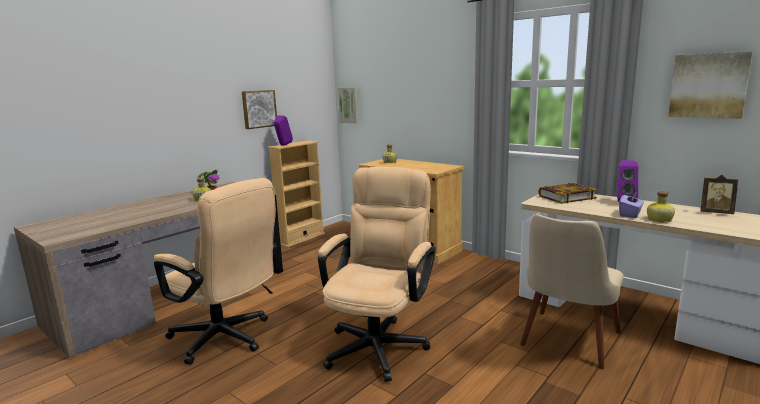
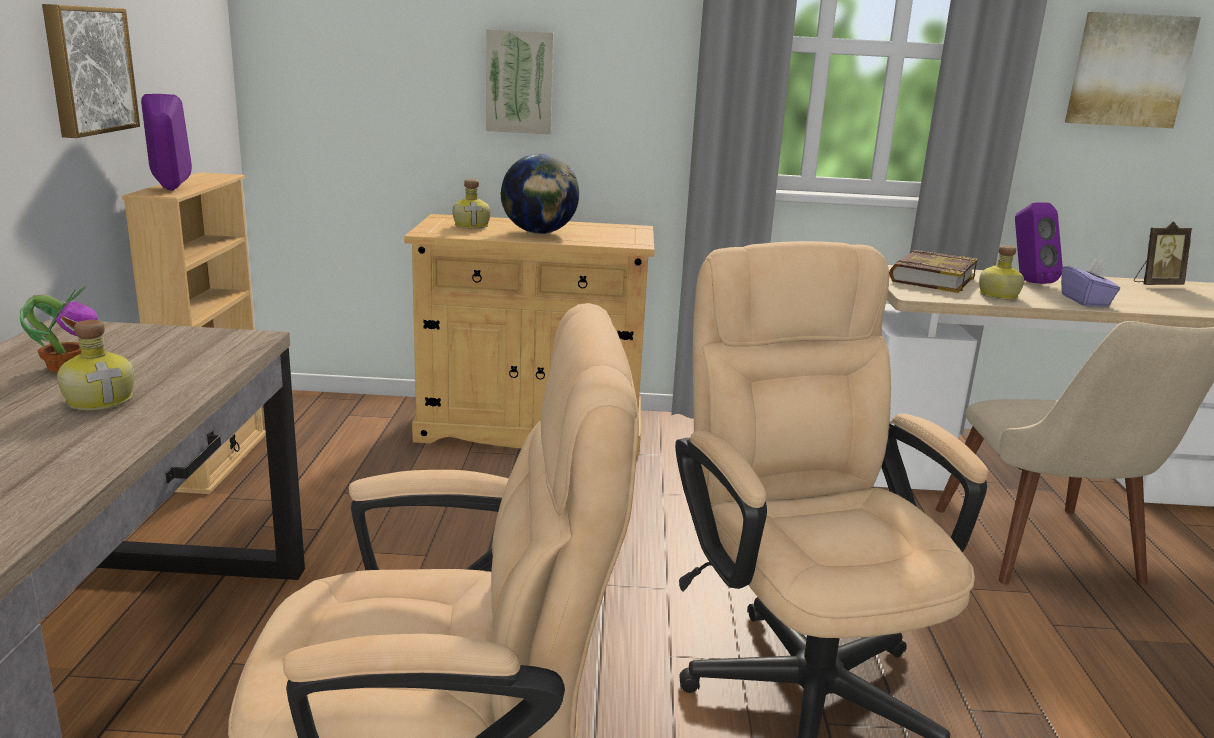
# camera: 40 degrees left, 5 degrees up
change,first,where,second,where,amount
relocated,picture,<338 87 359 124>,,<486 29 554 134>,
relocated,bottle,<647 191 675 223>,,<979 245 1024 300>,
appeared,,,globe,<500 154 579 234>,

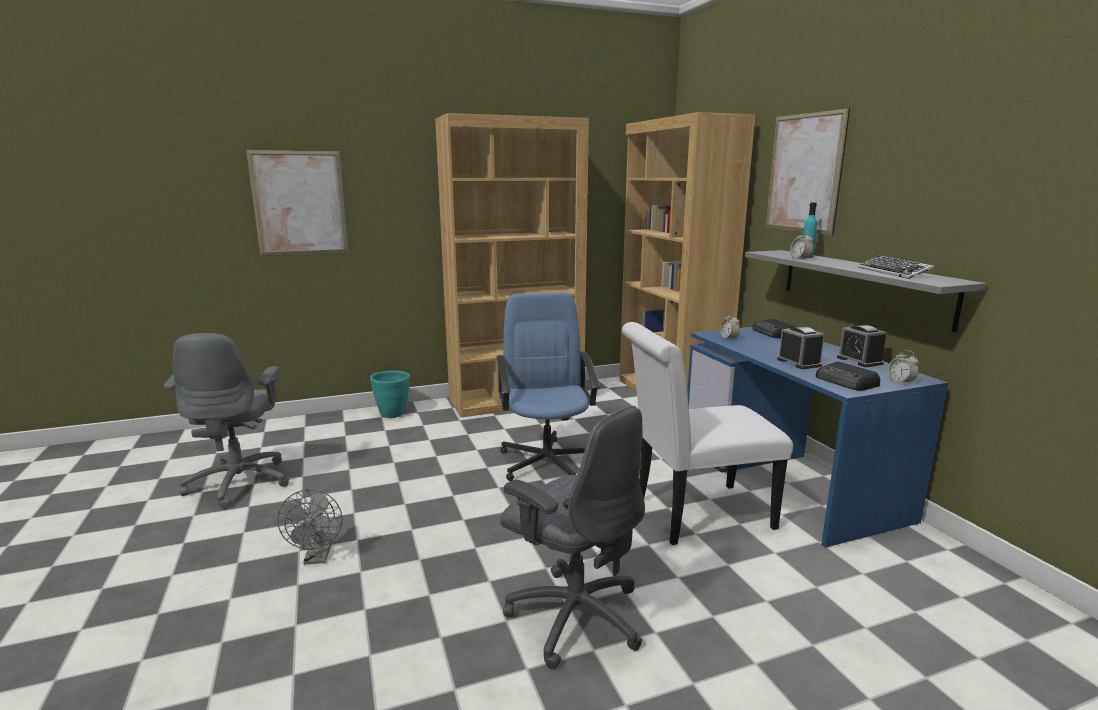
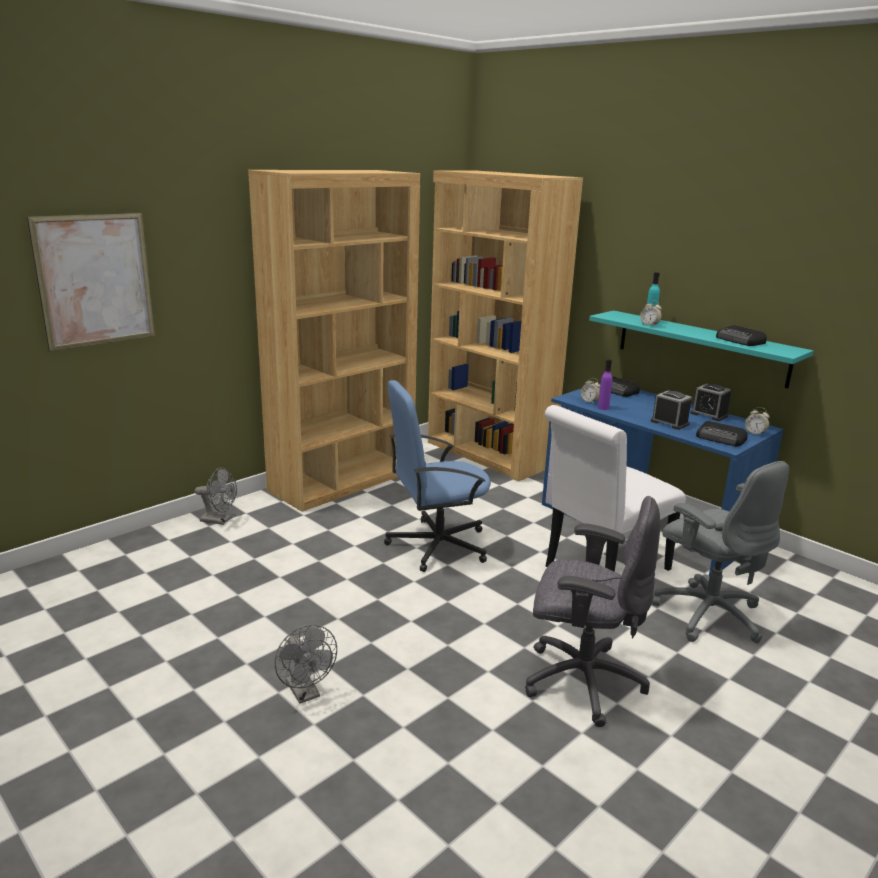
# camera: 25 degrees left, 5 degrees up
change,first,where,second,where,amount
missing,picture,<765 108 850 235>,,,
colour,shelf in grey,<745 250 987 332>,shelf in turquoise,<589 311 814 389>,
exchanged,keyboard,<857 255 934 279>,radio,<716 325 767 346>,
spun,office chair in blue,<496 292 600 481>,,<384 380 491 572>,75 degrees counterclockwise
relocated,office chair in grey,<164 333 289 509>,,<652 461 789 643>,
exchanged,planter in turquoise,<370 371 410 418>,fan in grey,<195 467 237 525>,
appeared,,,bottle in purple,<598 359 612 410>,

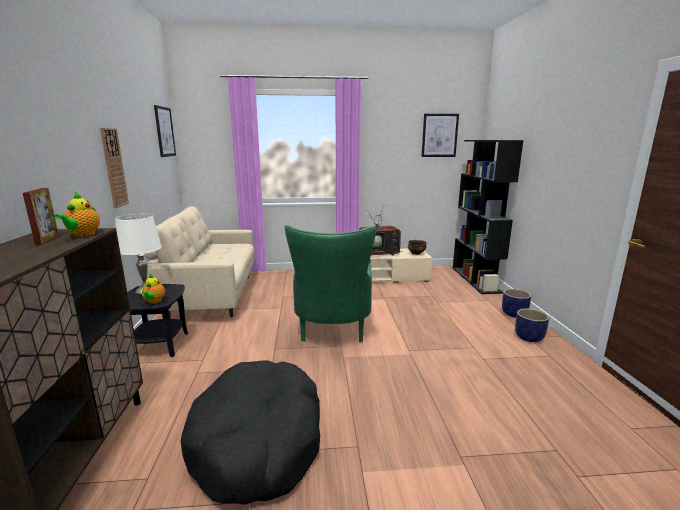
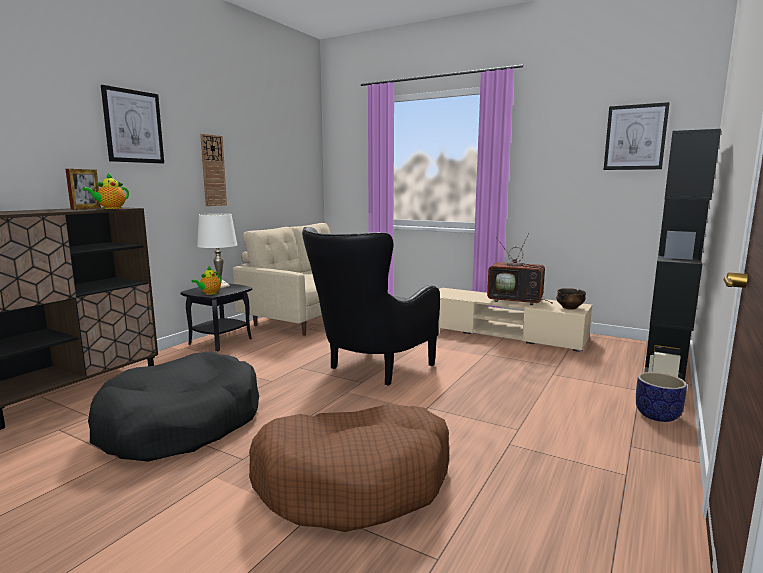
# camera: 35 degrees right, 5 degrees down
change,first,where,second,where,amount
relocated,picture,<154 105 176 157>,,<101 85 164 163>,
colour,armchair in green,<285 225 377 342>,armchair in black,<302 227 440 386>,
missing,planter,<515 309 549 342>,,,
appeared,,,dog bed in brown,<249 405 449 532>,

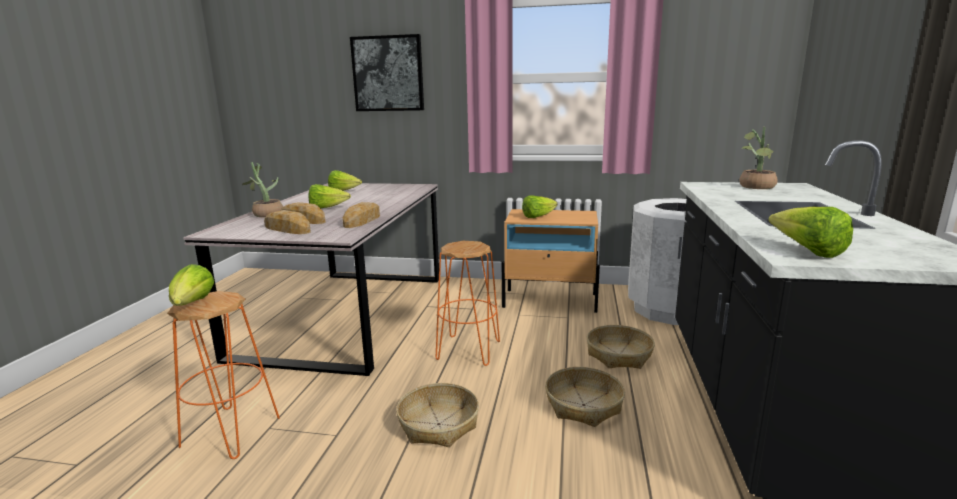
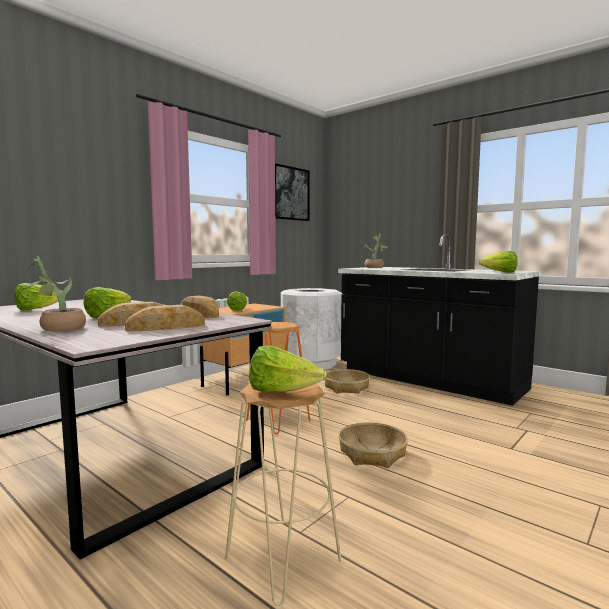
# camera: 60 degrees left, 10 degrees down
change,first,where,second,where,amount
relocated,picture,<350 34 424 111>,,<275 163 309 221>,
colour,stool in orange,<167 291 280 459>,stool in beige,<225 383 341 606>,
missing,basket,<545 367 625 427>,,,

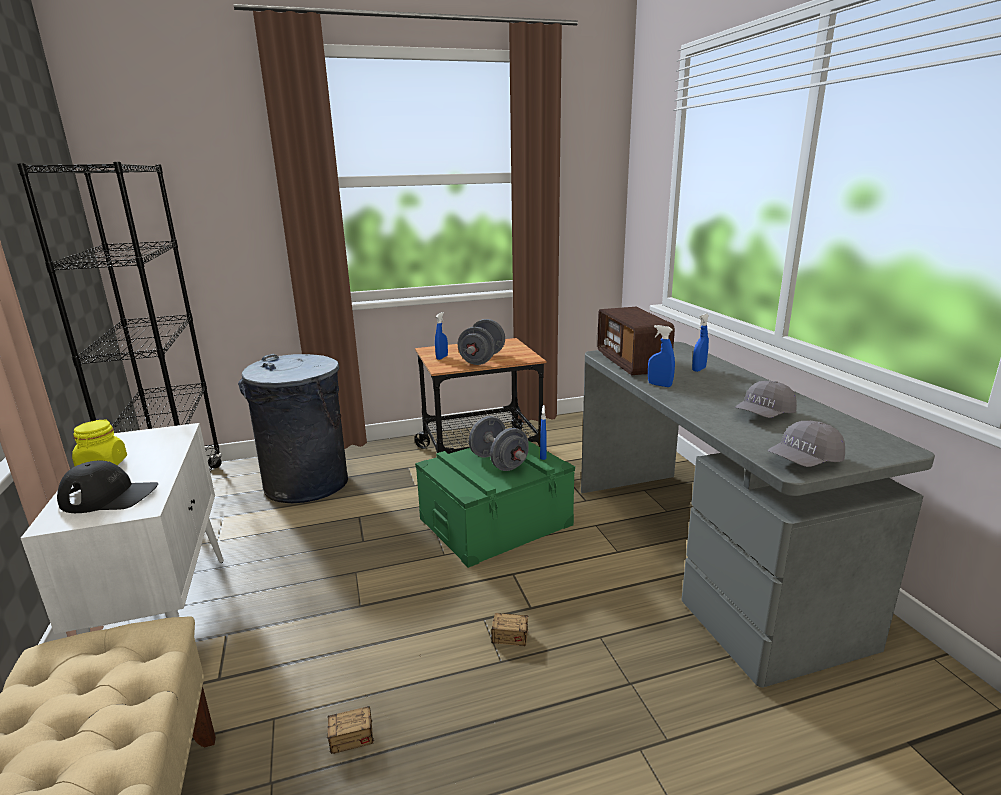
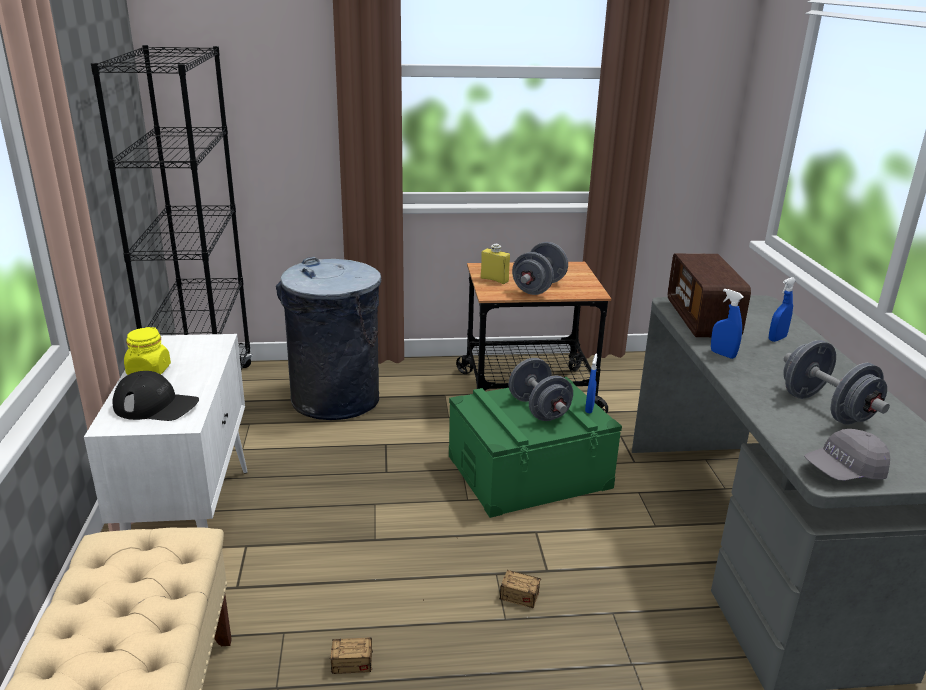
# camera: 10 degrees right, 5 degrees up
change,first,where,second,where,amount
exchanged,spray bottle in blue,<435 312 448 360>,bottle in yellow,<481 244 510 284>,
exchanged,cap in grey,<735 381 797 418>,dumbbell in grey,<783 340 890 425>,

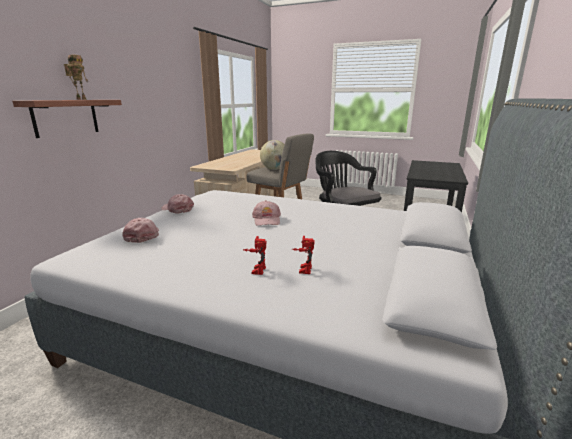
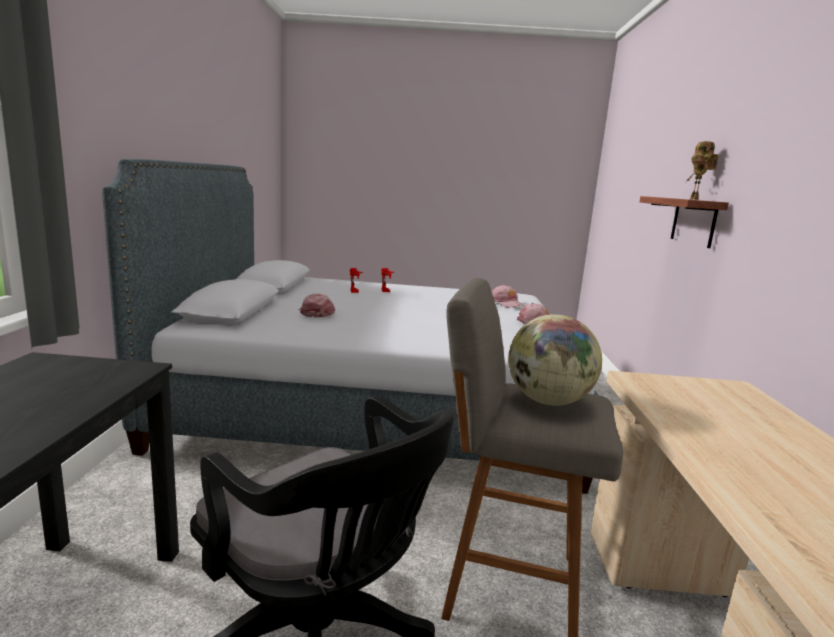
# camera: 160 degrees right, 5 degrees down
change,first,where,second,where,amount
relocated,cap in pink,<252 200 281 226>,,<299 293 335 317>,

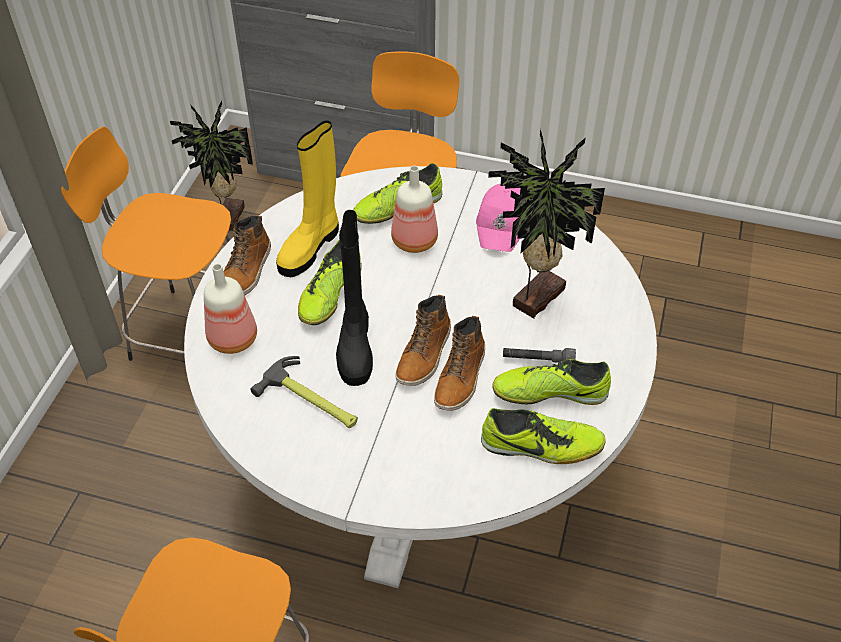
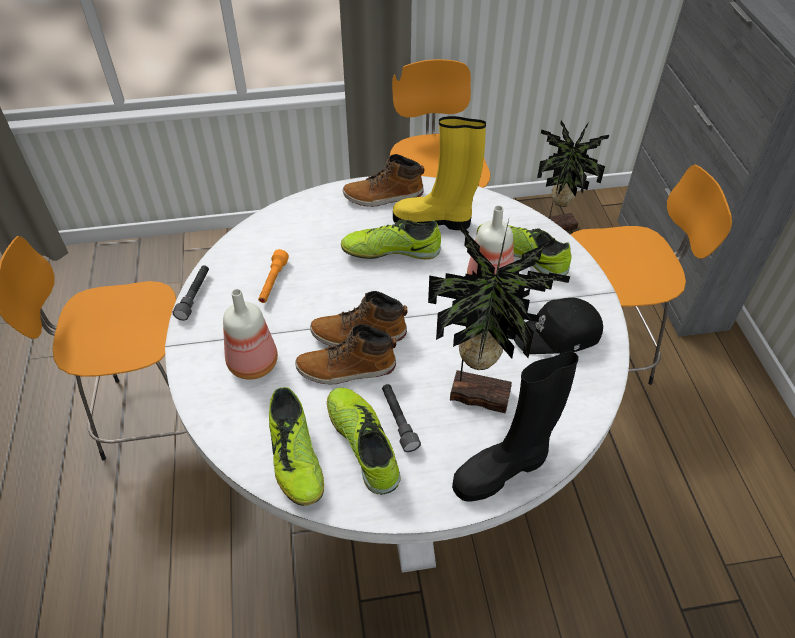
# camera: 65 degrees right, 0 degrees up
change,first,where,second,where,amount
colour,cap in pink,<476 184 520 252>,cap in black,<514 298 603 354>,
relocated,boot in black,<336 210 373 386>,,<452 352 579 501>,
relocated,bottle,<204 264 257 354>,,<223 289 278 380>,
exchanged,hammer,<251 356 358 428>,flashlight in orange,<258 249 289 303>,
appeared,,,flashlight in grey,<172 265 209 321>,

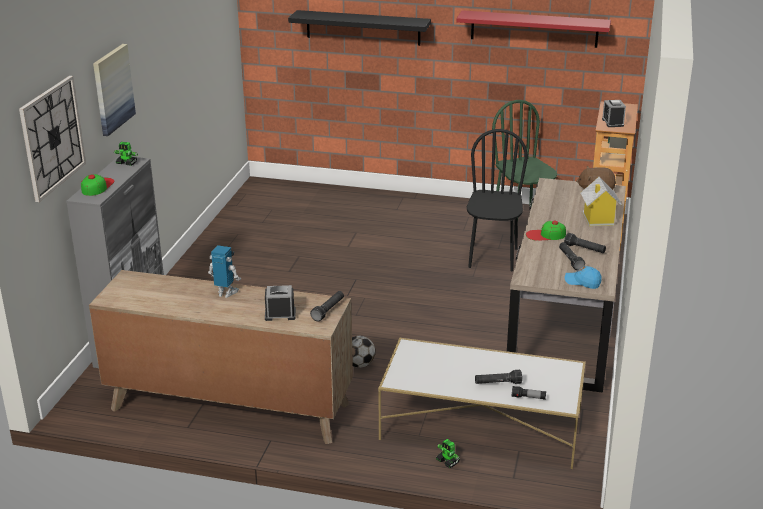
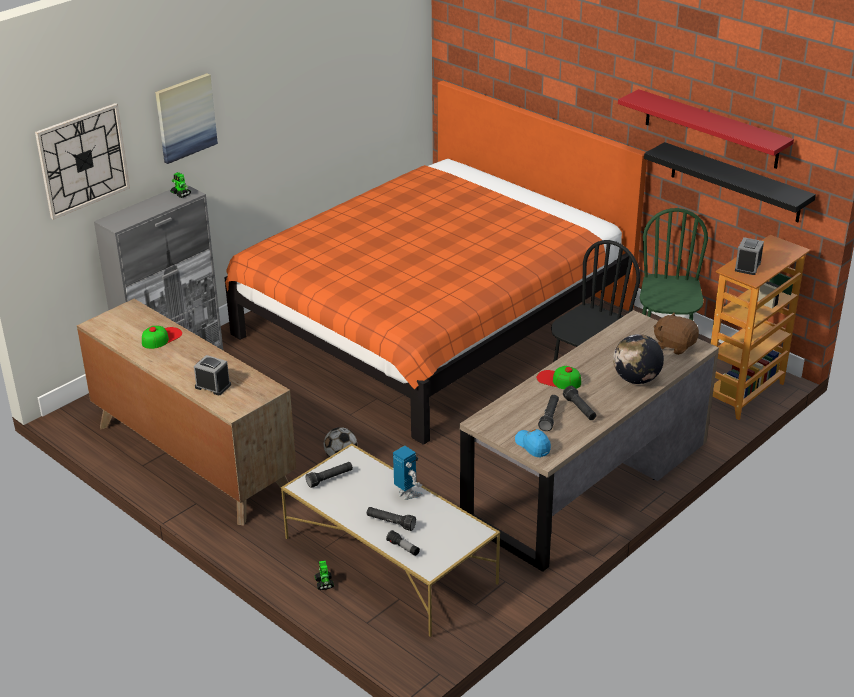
# camera: 30 degrees right, 5 degrees up
change,first,where,second,where,amount
relocated,shelf in black,<288 10 431 46>,,<644 142 816 223>,
relocated,cap,<81 174 114 196>,,<142 326 182 349>,
exchanged,toy house,<581 177 622 226>,globe,<613 334 664 384>,
relocated,toy robot,<208 245 241 298>,,<393 446 422 500>,
relocated,flashlight in black,<310 291 344 322>,,<306 462 353 488>,
appeared,,,bed in orange,<225 81 647 445>,

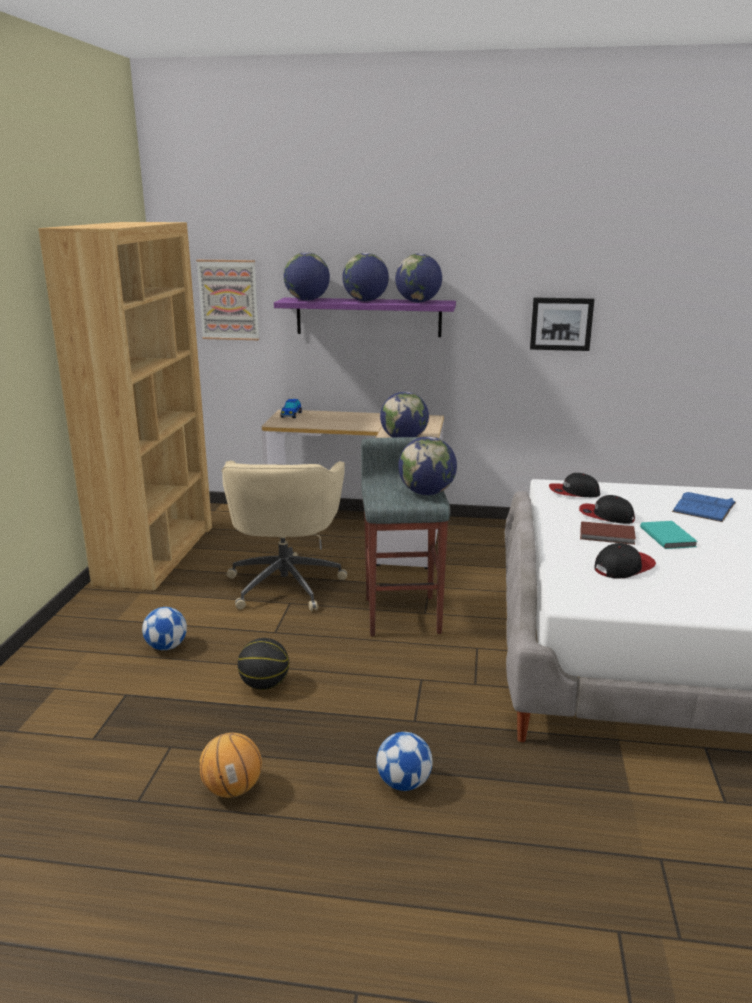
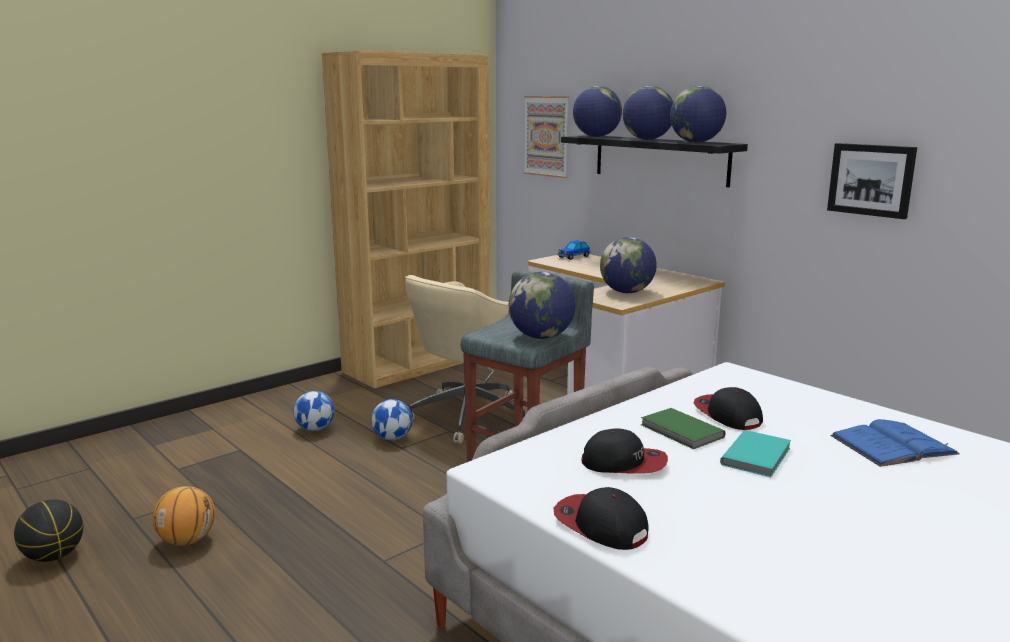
# camera: 40 degrees right, 5 degrees down
change,first,where,second,where,amount
colour,shelf in purple,<274 298 456 337>,shelf in black,<561 135 748 187>,
relocated,cap,<549 473 600 497>,,<553 487 649 550>,
colour,book in brown,<580 521 636 545>,book in green,<641 408 726 449>,
relocated,basketball,<238 638 289 690>,,<14 499 83 562>,
relocated,football,<376 732 433 791>,,<371 399 413 441>,

